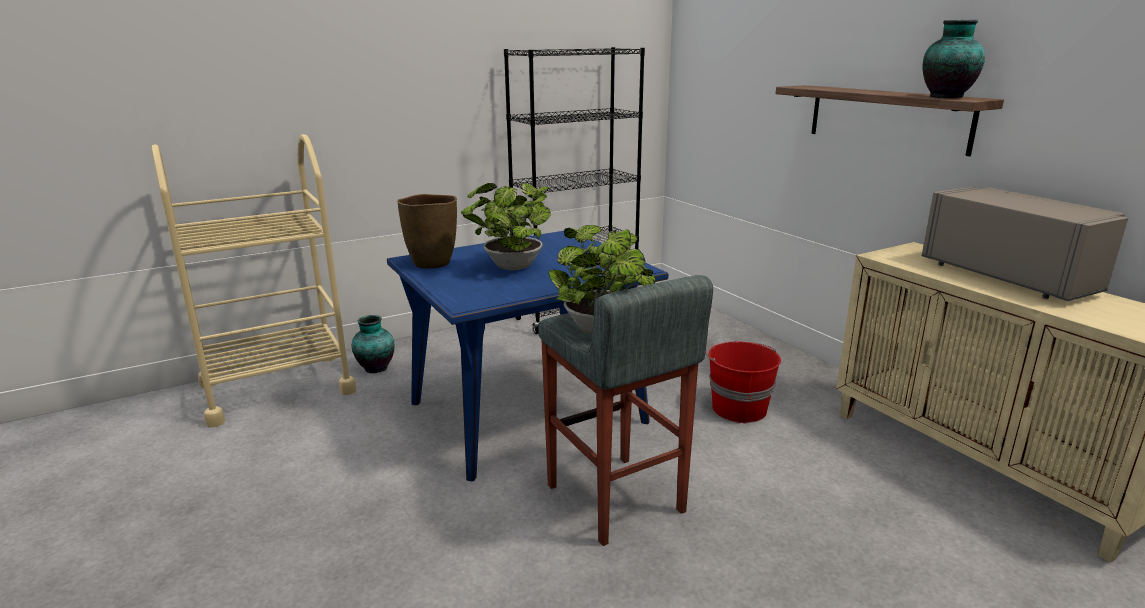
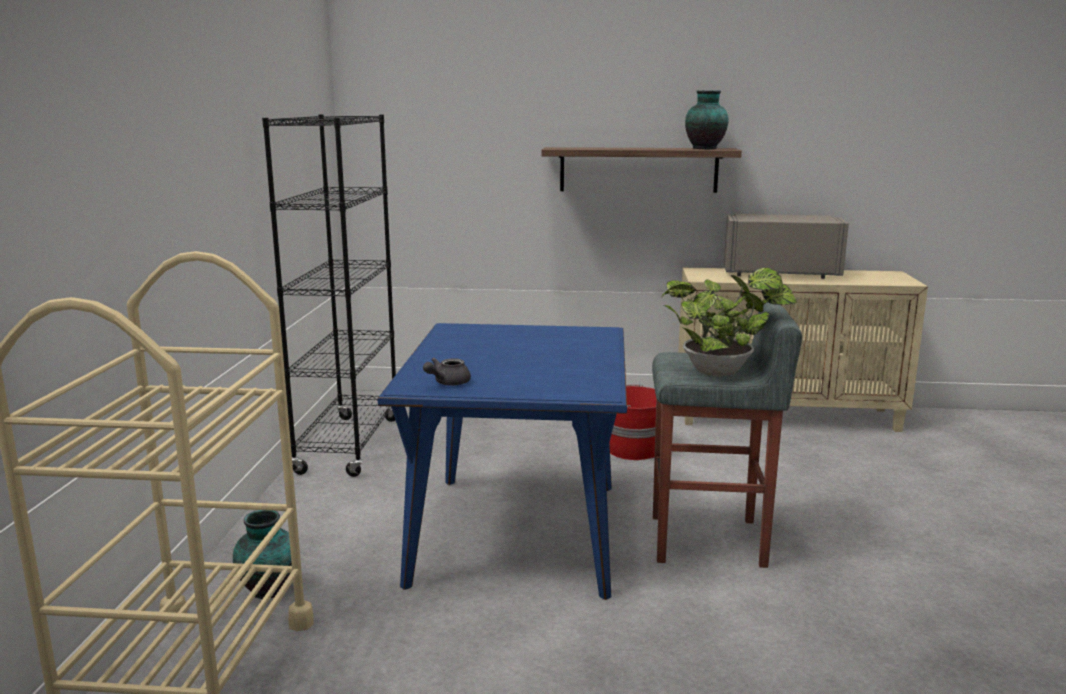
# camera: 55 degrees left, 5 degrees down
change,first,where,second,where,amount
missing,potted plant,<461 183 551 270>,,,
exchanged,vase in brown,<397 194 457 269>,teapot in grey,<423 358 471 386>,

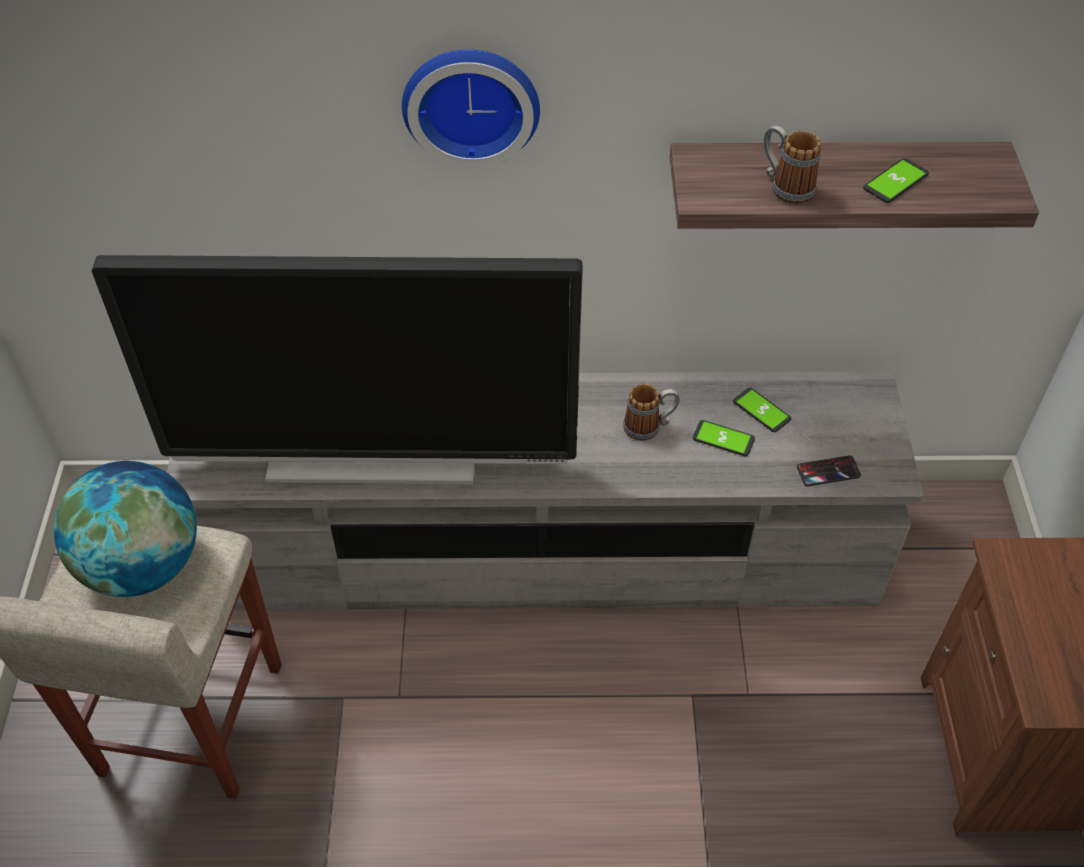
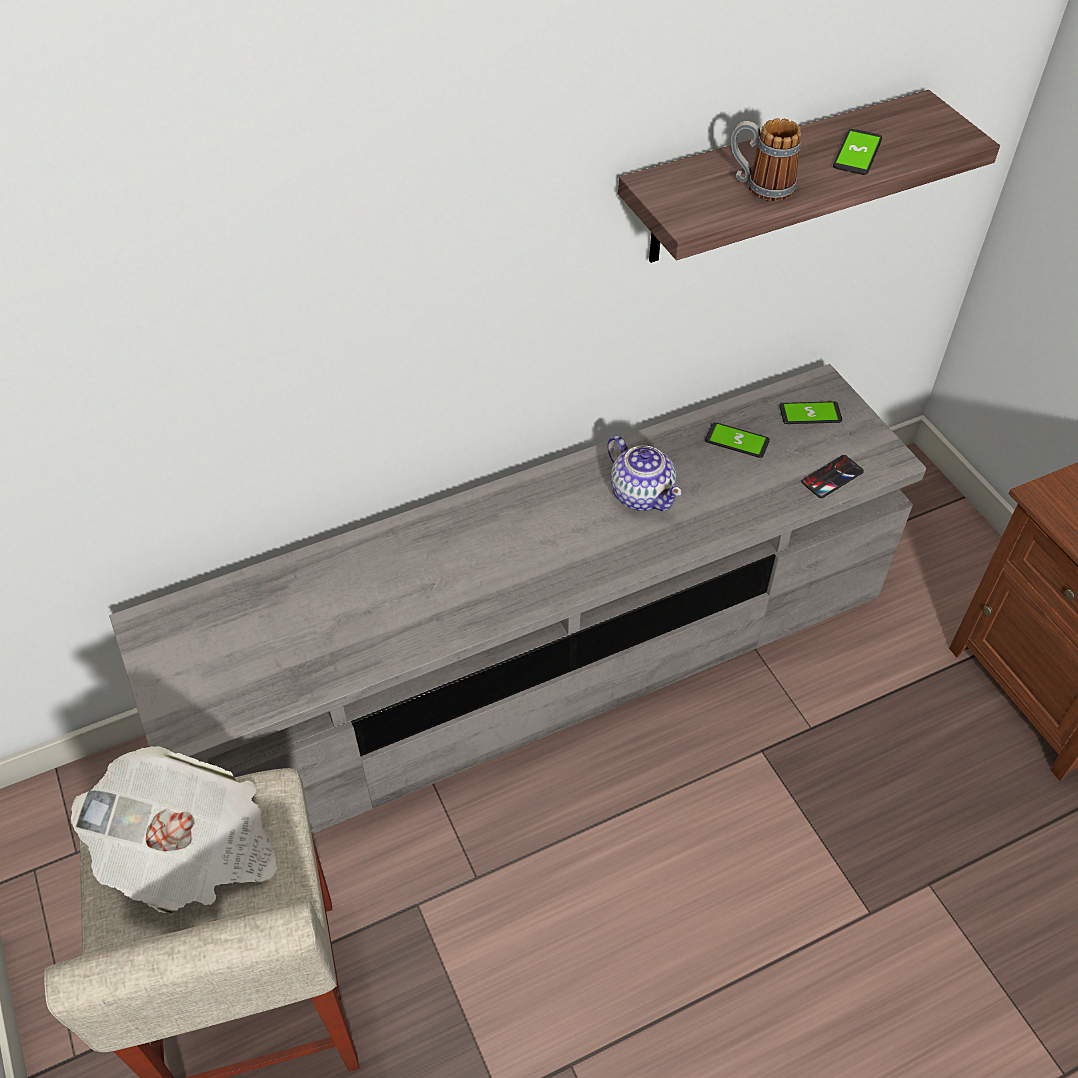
# camera: 25 degrees left, 0 degrees up
change,first,where,second,where,amount
missing,wall clock,<402 49 540 168>,,,
missing,television,<92 255 583 485>,,,
exchanged,mug,<623 384 680 441>,teapot,<607 435 682 511>,
relocated,phone,<693 420 755 456>,,<780 401 842 424>,
exchanged,globe,<54 461 197 597>,newspaper,<71 746 278 913>,

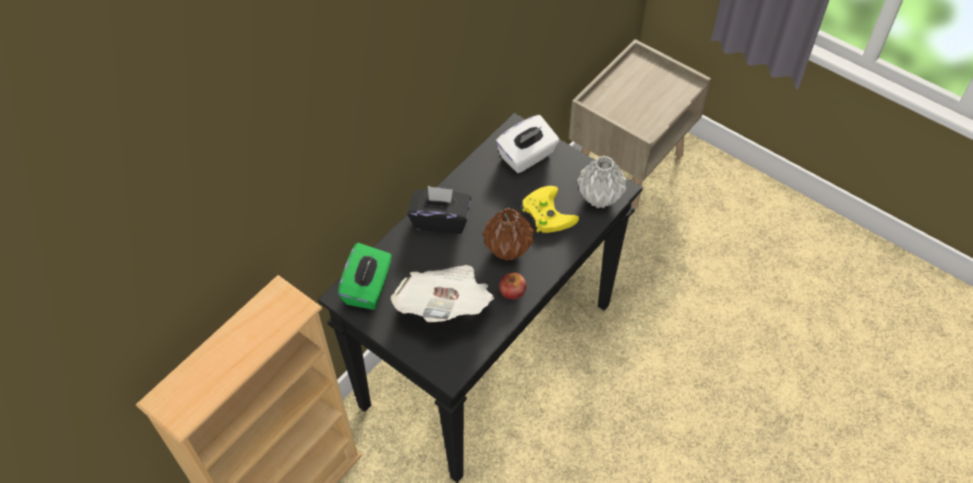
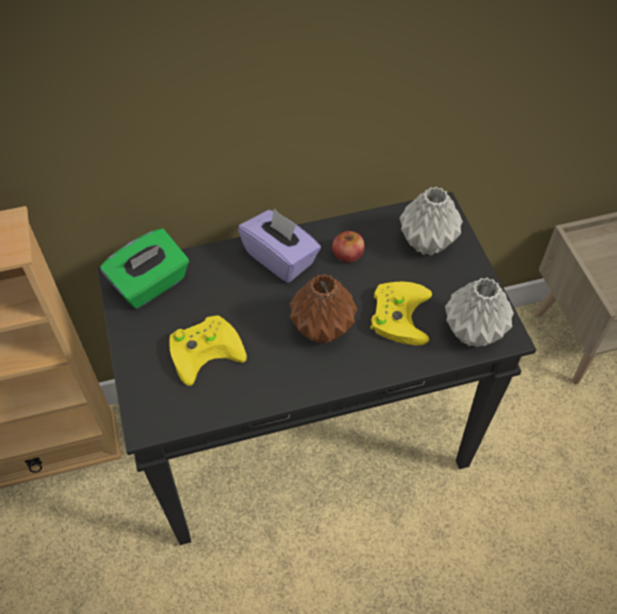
# camera: 35 degrees right, 0 degrees up
change,first,where,second,where,amount
exchanged,tissue box in white,<496 115 559 173>,vase in grey,<400 187 463 255>,
colour,tissue box in black,<407 186 471 234>,tissue box in purple,<238 208 321 283>,
exchanged,newspaper,<391 265 494 322>,game controller in yellow,<169 315 247 386>,
relocated,apple,<499 273 526 300>,,<332 231 365 263>,

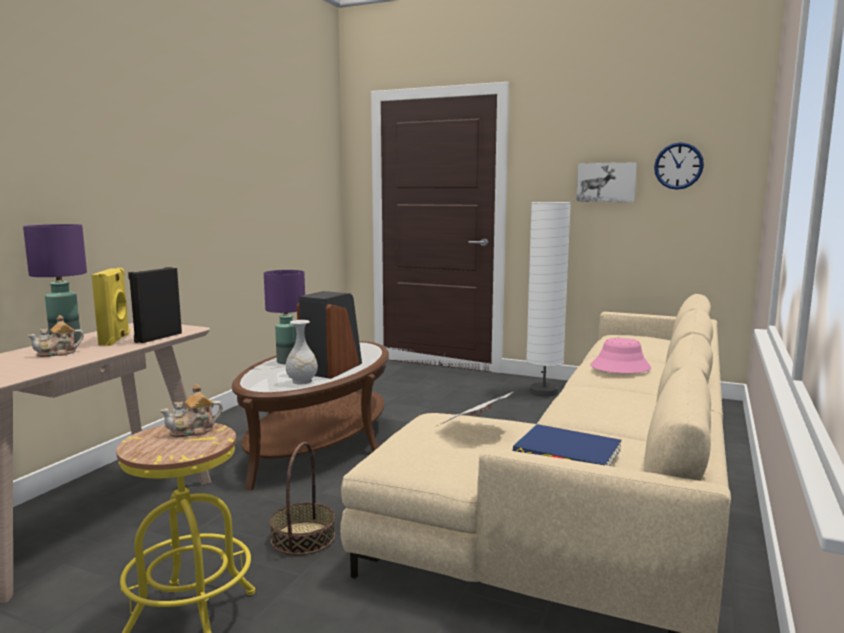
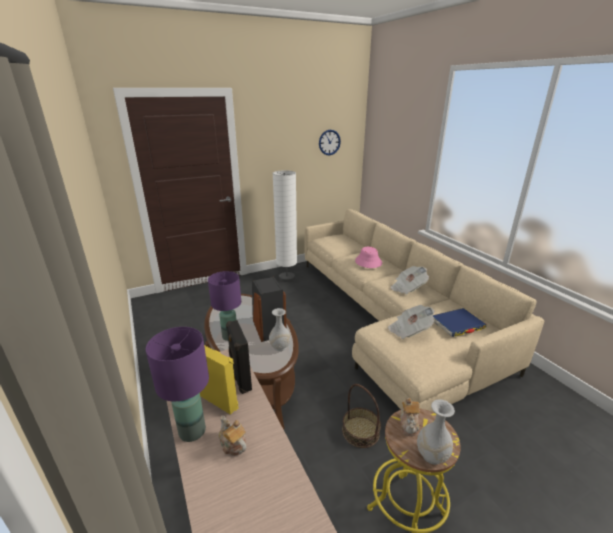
# camera: 50 degrees left, 15 degrees up
change,first,where,second,where,amount
missing,picture,<576 162 637 202>,,,
spun,teapot,<27 315 84 357>,,<219 416 247 456>,135 degrees clockwise
appeared,,,newspaper,<390 266 429 294>,
appeared,,,vase in white,<417 400 455 465>,

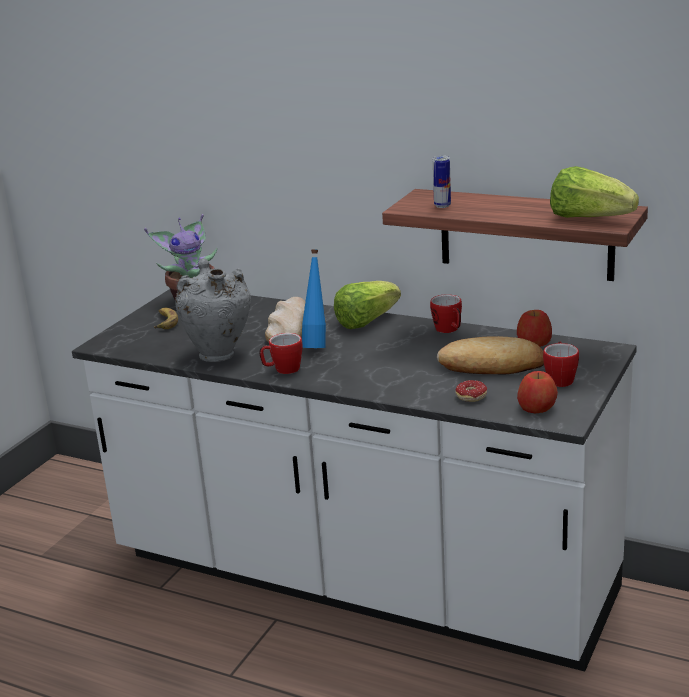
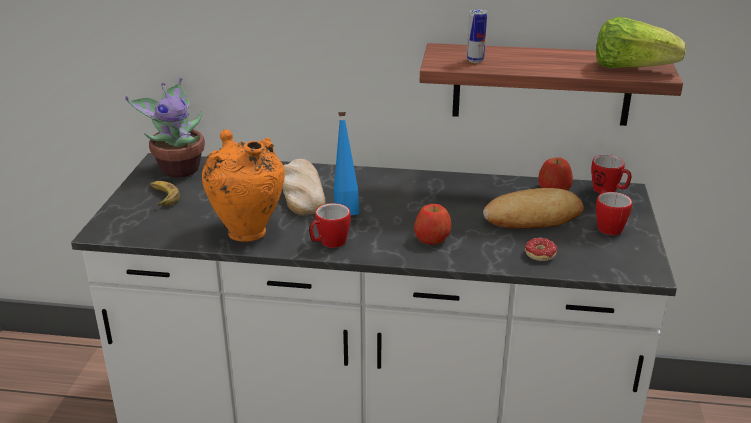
# camera: 20 degrees left, 5 degrees up
change,first,where,second,where,amount
colour,vase in grey,<175 258 251 362>,vase in orange,<202 129 285 242>,
missing,lettuce,<334 281 401 329>,,,
relocated,mug,<430 294 462 333>,,<591 155 632 193>,
relocated,apple,<517 371 558 413>,,<414 204 451 245>,

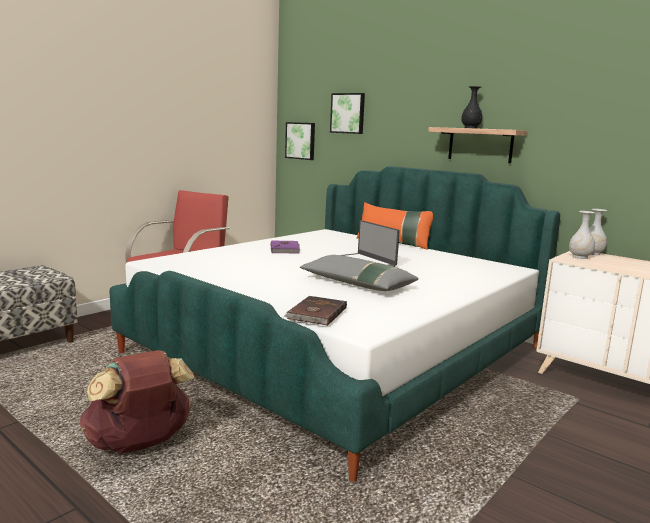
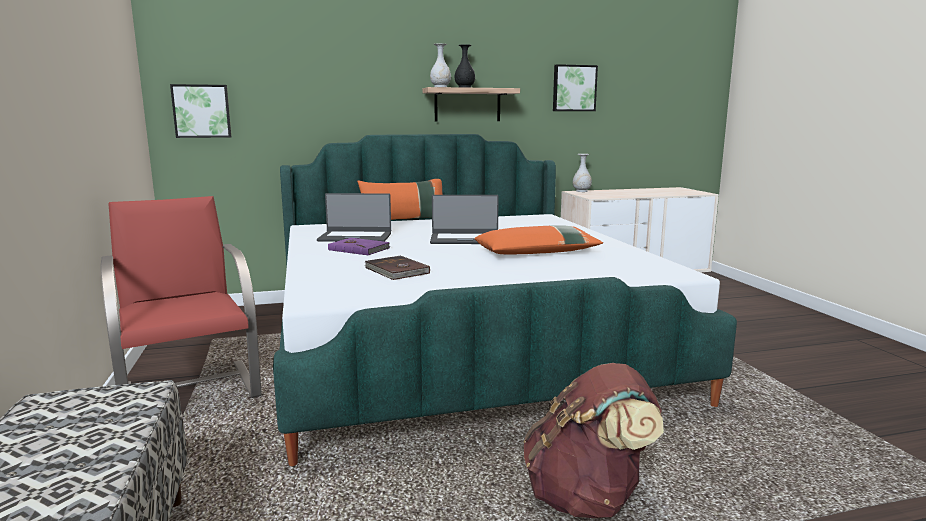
# camera: 55 degrees left, 0 degrees up
change,first,where,second,where,amount
relocated,picture,<330 93 365 134>,,<553 64 598 111>,
relocated,vase in white,<569 211 595 259>,,<430 43 451 87>,
colour,pillow in grey,<300 255 419 291>,pillow in orange,<474 225 603 254>,
relocated,book in brown,<284 296 347 326>,,<364 256 430 280>,
appeared,,,laptop,<317 193 391 242>,

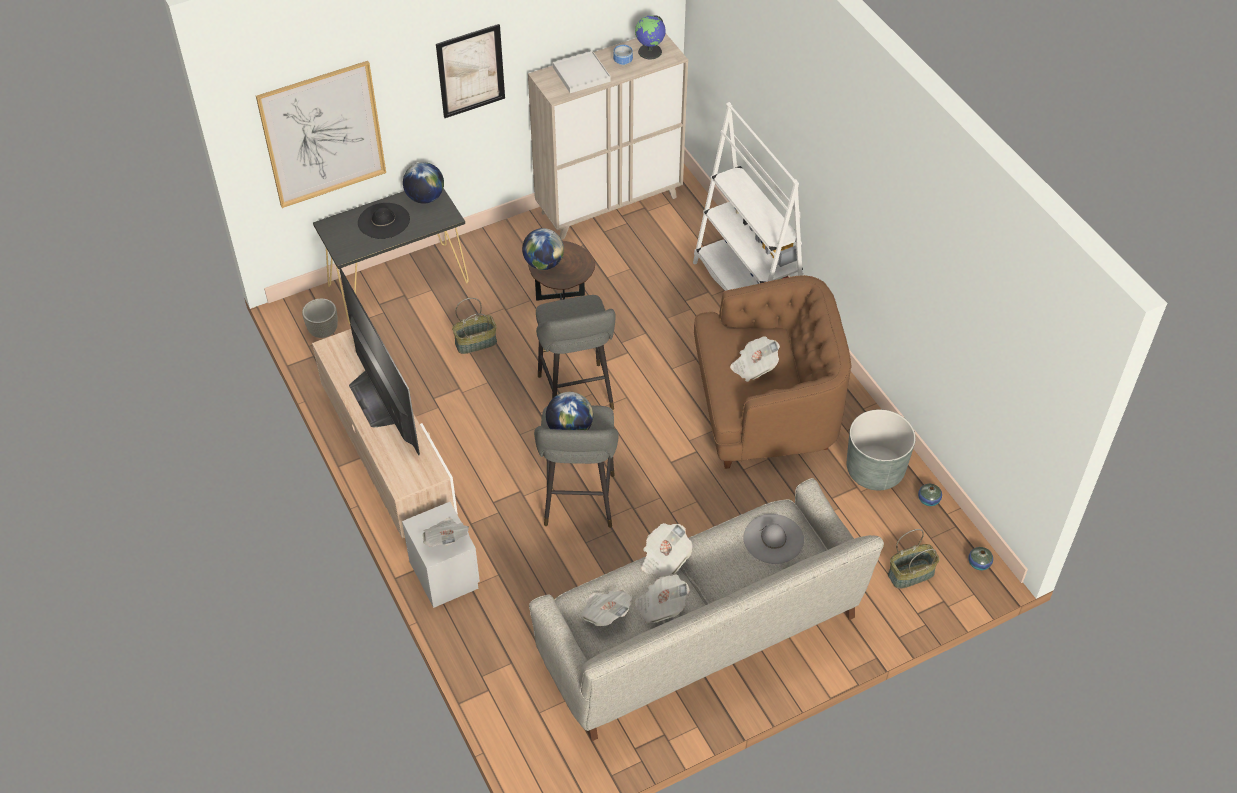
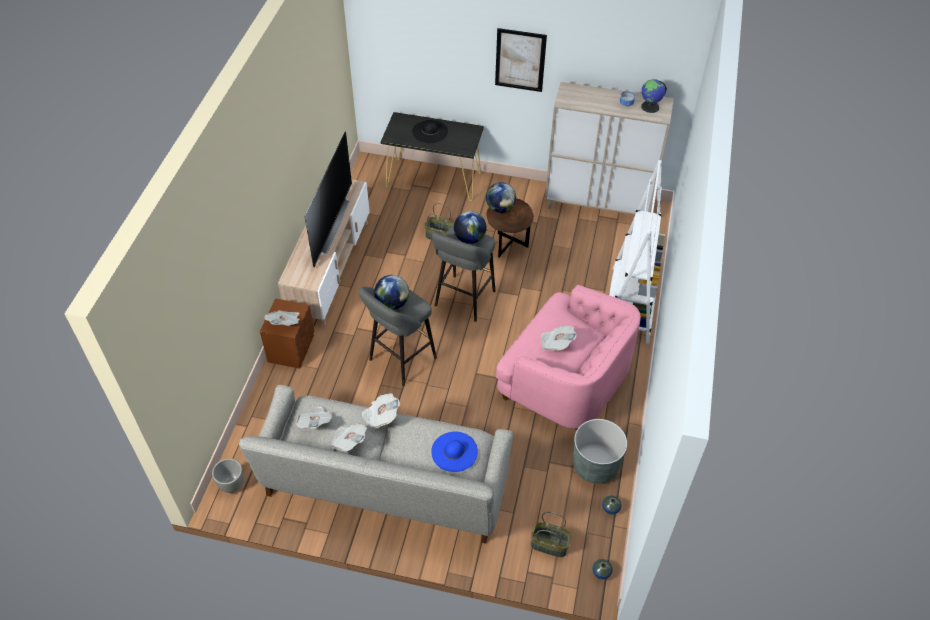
# camera: 40 degrees right, 0 degrees up
change,first,where,second,where,amount
missing,tray in white,<553 51 611 93>,,,
missing,picture,<256 61 386 208>,,,
relocated,globe,<403 162 444 204>,,<454 211 487 244>,
colour,armchair in brown,<694 275 851 469>,armchair in pink,<496 285 641 431>,
relocated,planter in grey,<302 299 338 338>,,<212 458 244 493>,
colour,nightstand in grey,<402 502 480 608>,nightstand in brown,<260 298 314 369>,
colour,hat in grey,<743 514 804 564>,hat in blue,<431 432 478 472>,

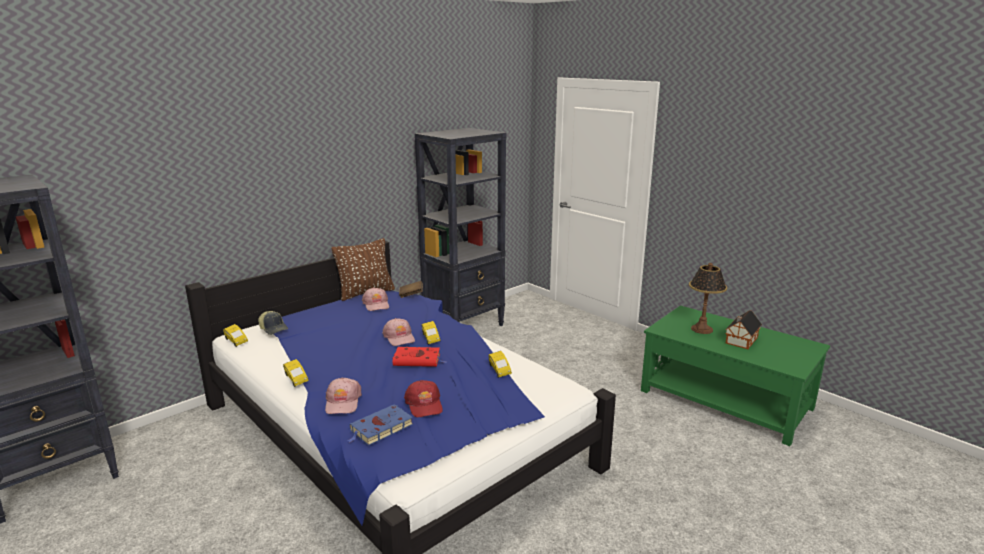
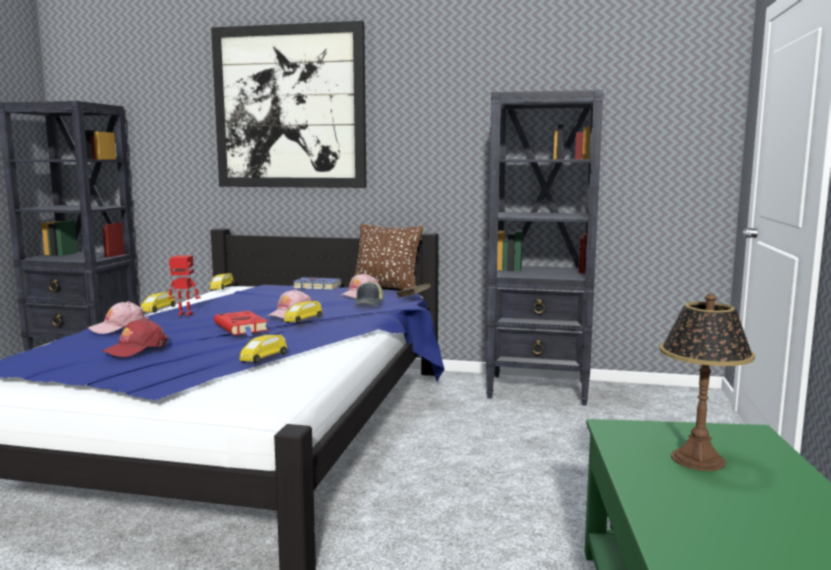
# camera: 55 degrees right, 10 degrees down
change,first,where,second,where,amount
missing,toy house,<725 310 762 349>,,,
relocated,cap,<258 311 288 335>,,<354 281 383 305>,
relocated,book in blue,<347 404 413 446>,,<292 277 342 290>,
appeared,,,picture,<211 21 366 188>,
appeared,,,toy robot,<169 255 200 315>,

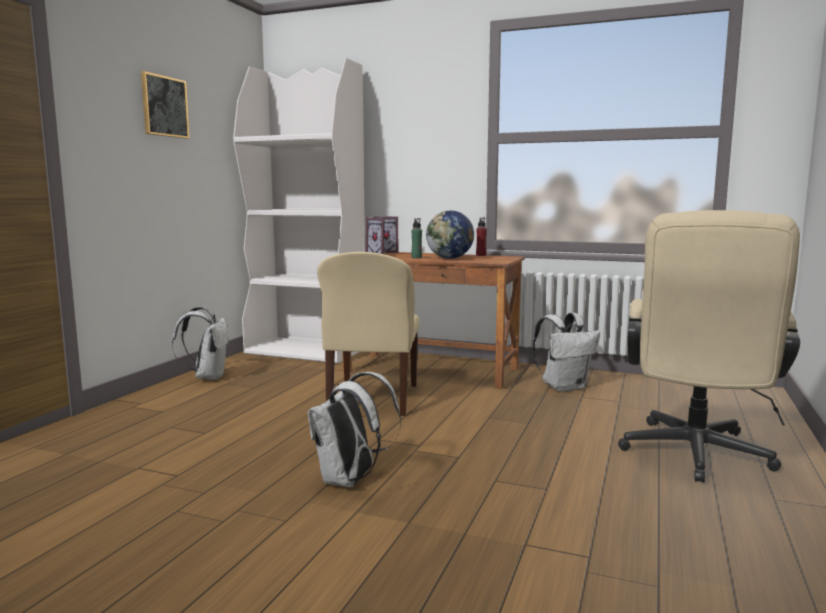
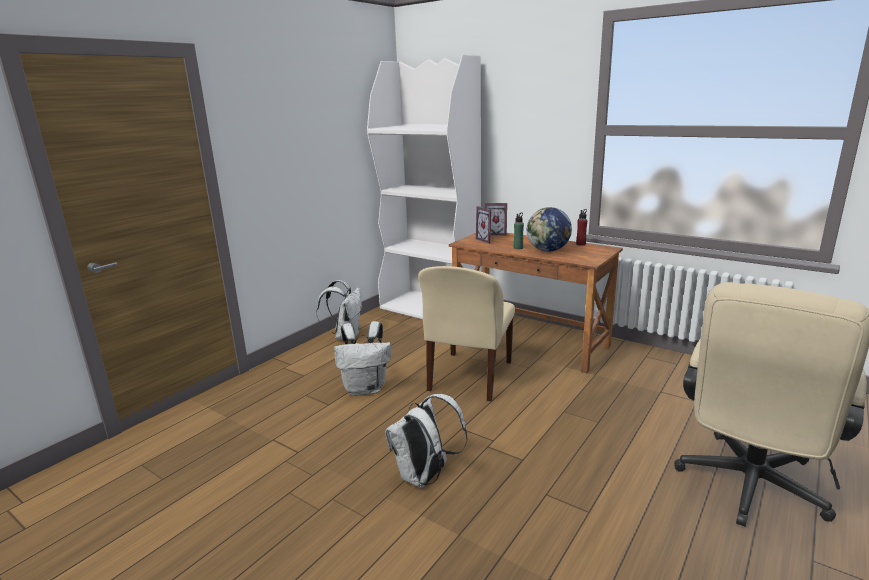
# camera: 15 degrees right, 10 degrees up
change,first,where,second,where,amount
missing,picture,<141 71 189 139>,,,
relocated,backpack in white,<533 313 600 392>,,<334 321 391 396>,

